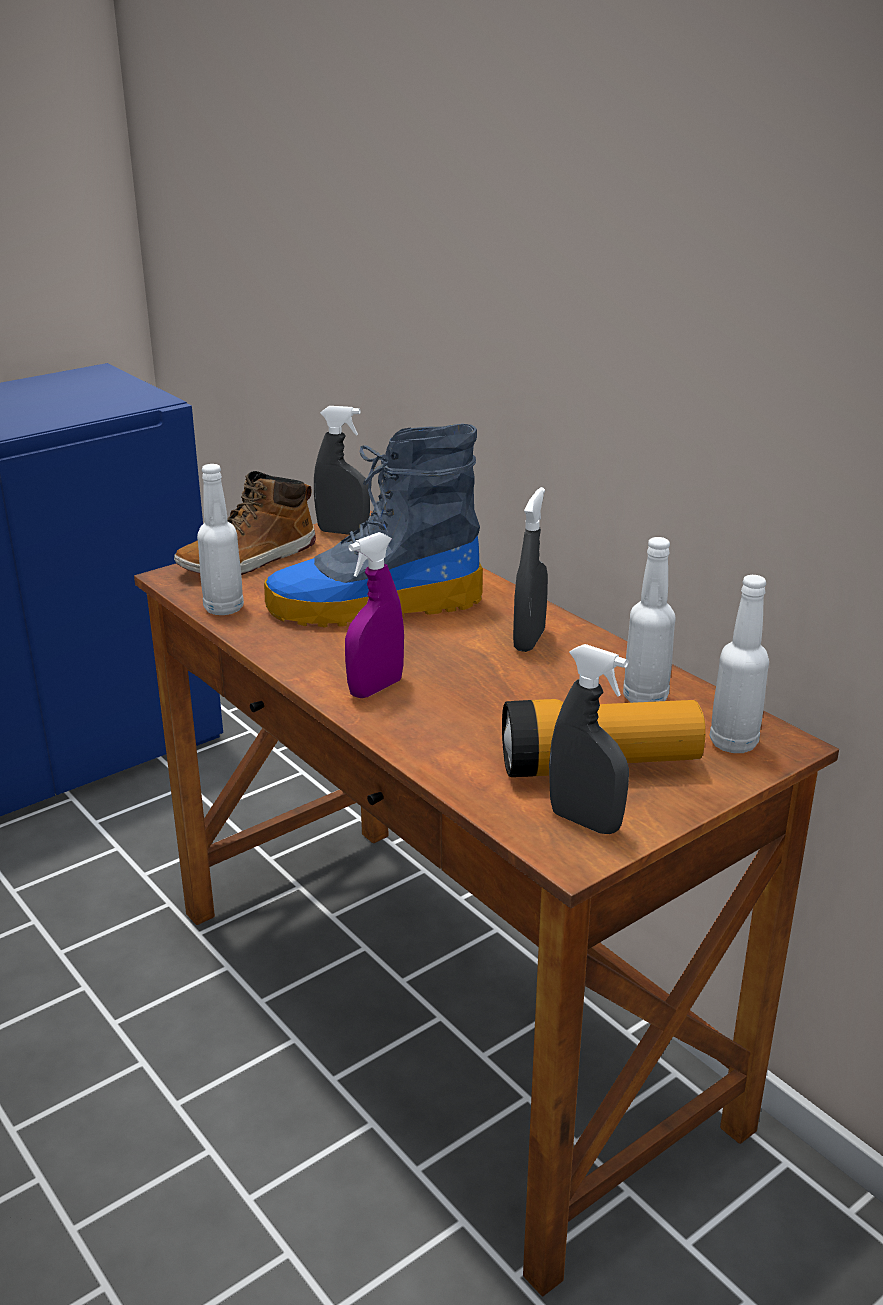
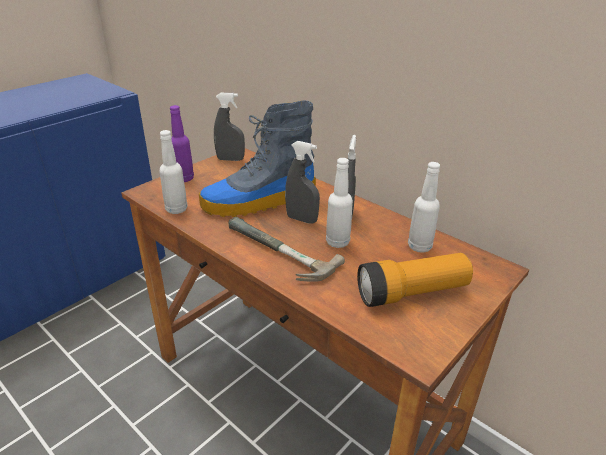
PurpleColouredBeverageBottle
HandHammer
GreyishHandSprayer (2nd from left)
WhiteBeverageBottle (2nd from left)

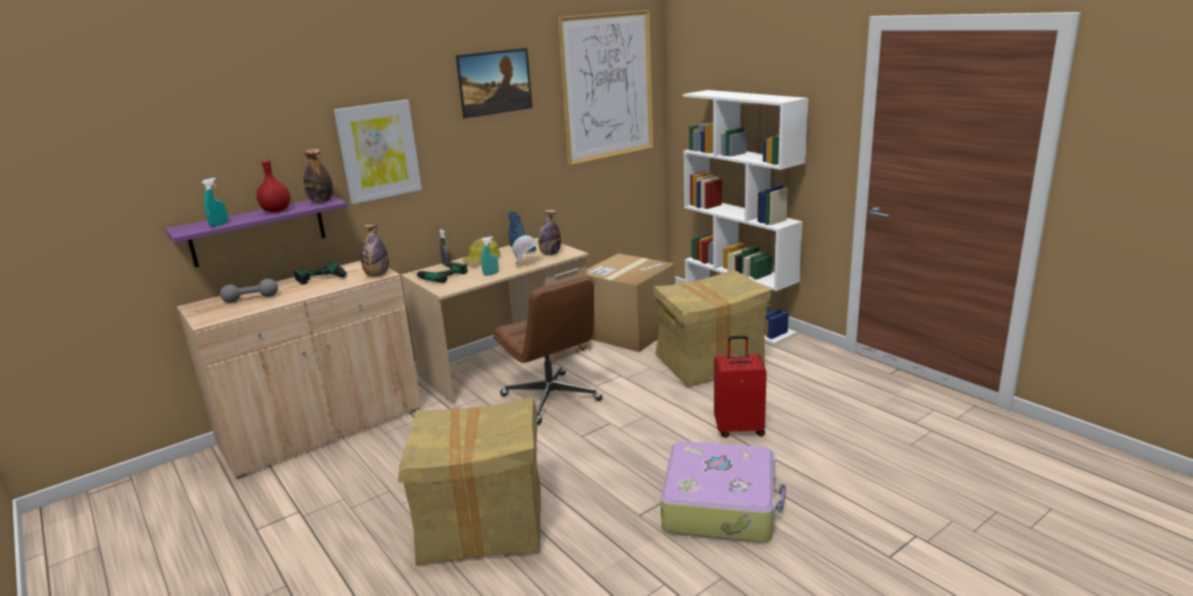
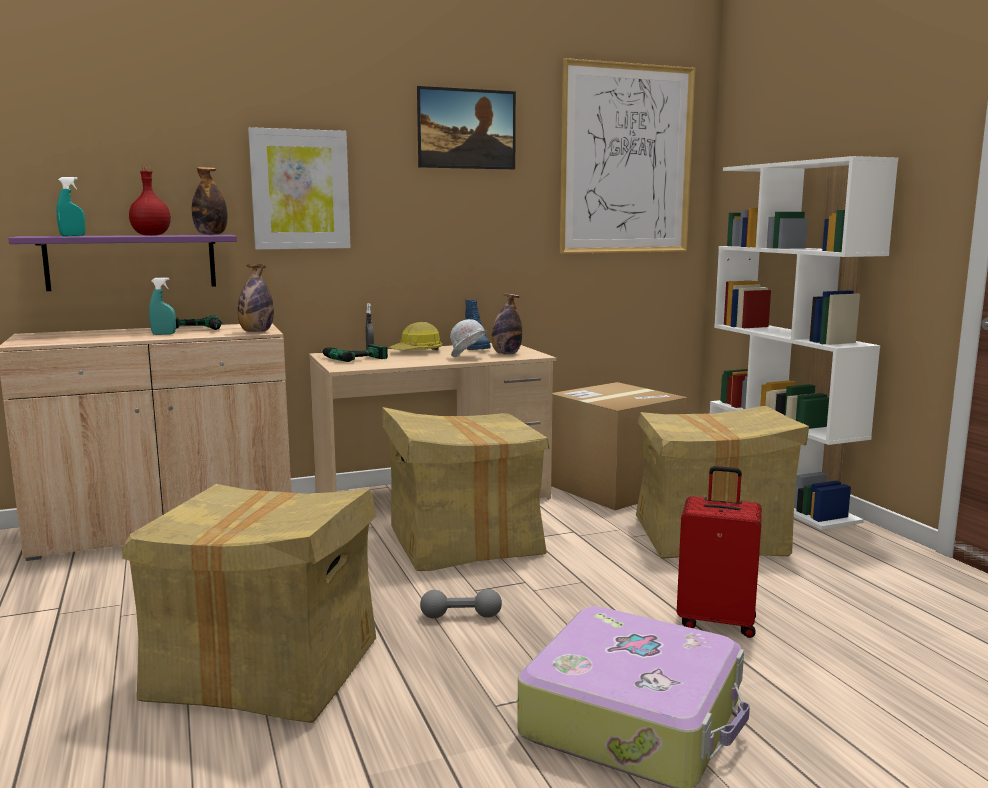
TurquoiseColouredHandSprayer (2nd from left)
CardboardBox (2nd from left)
GreyishHandWeight

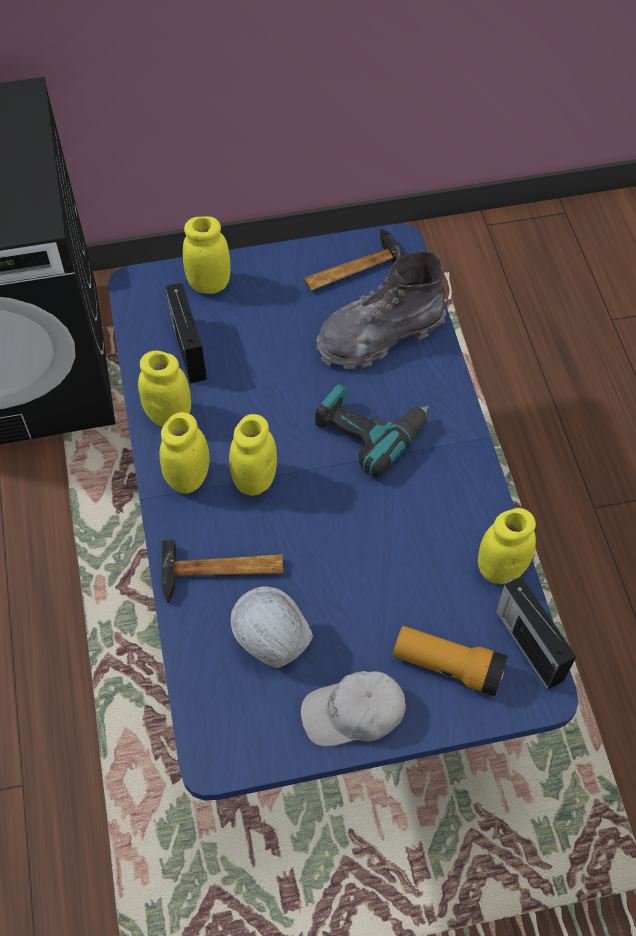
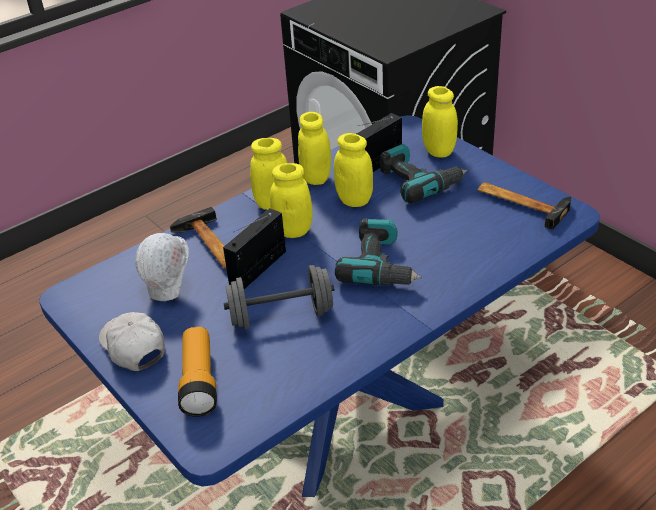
RadioSet (1st from left)
GreyishHandWeight
YellowishJar (4th from left)
PowerDrill (2nd from left)
GreyishTallBoot

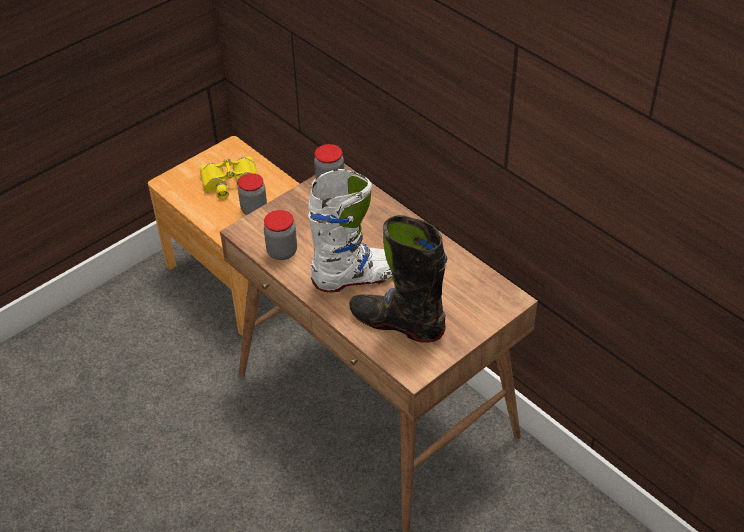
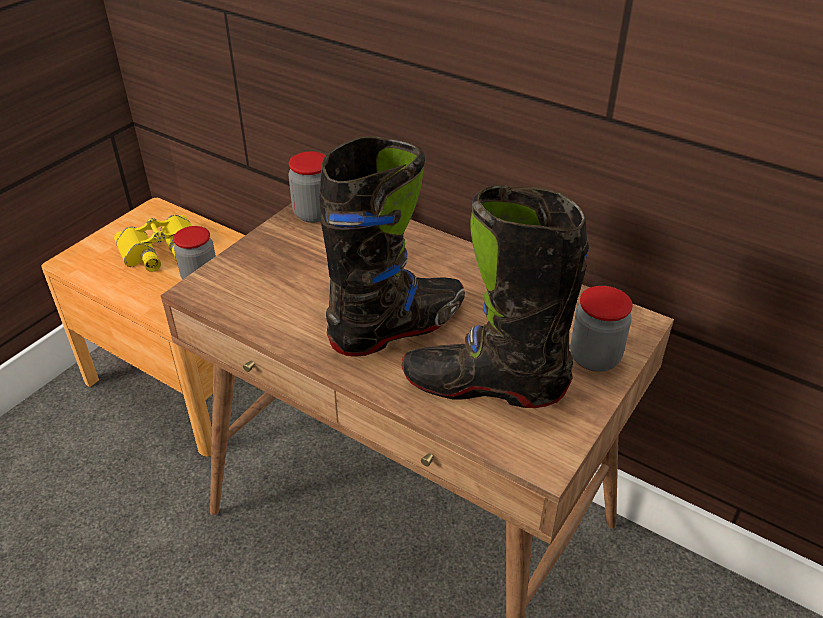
BlackColouredTallBoot (1st from left)
Jar (3rd from left)

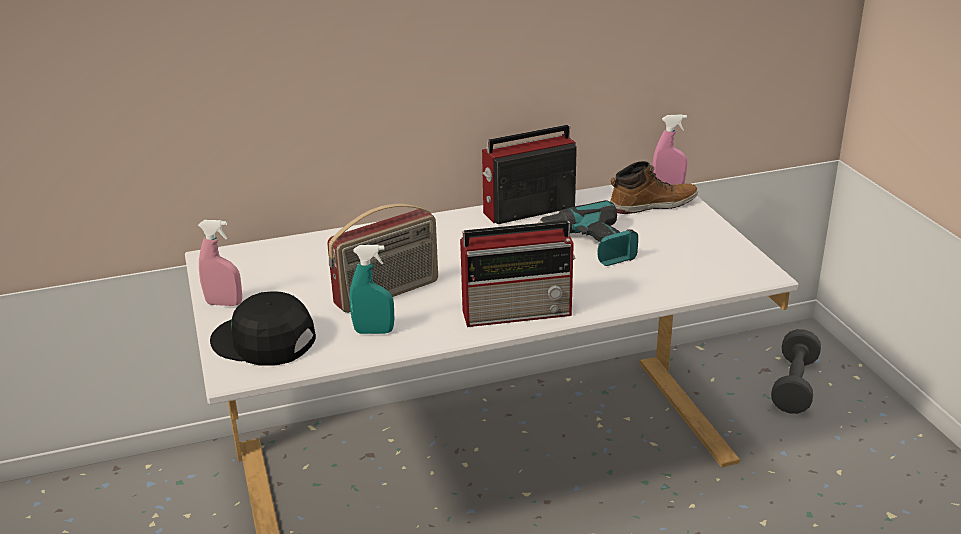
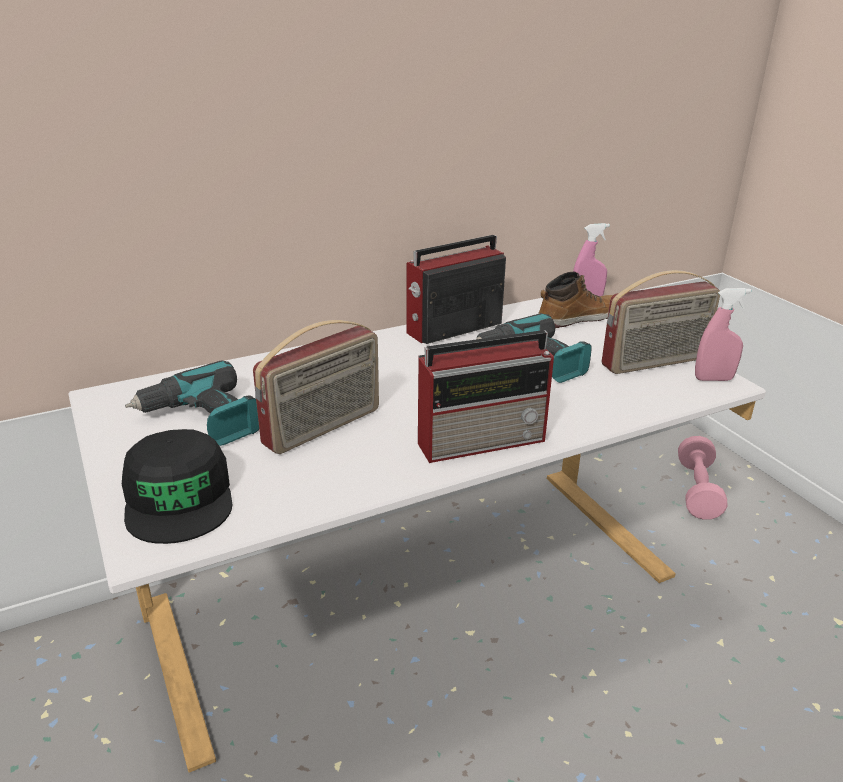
BlackColouredCap
PowerDrill (1st from left)
RadioSet (4th from left)
PinkHandWeight
PinkHandSprayer (2nd from left)
TurquoiseColouredHandSprayer

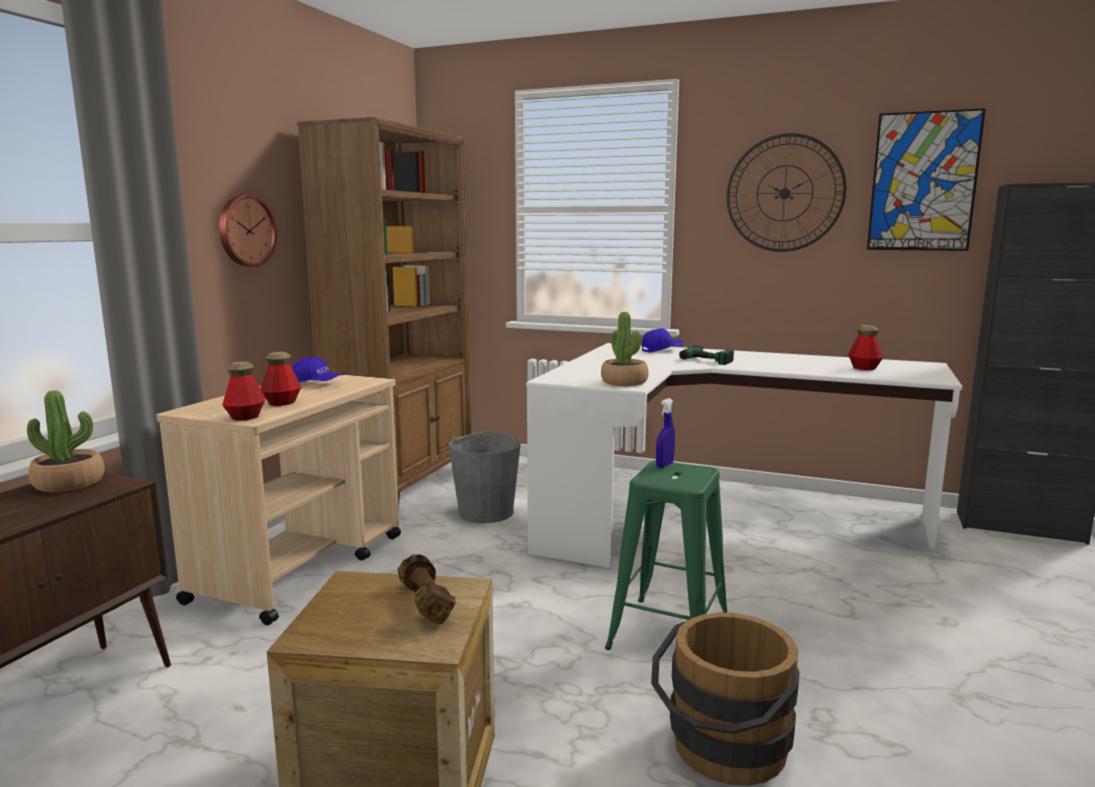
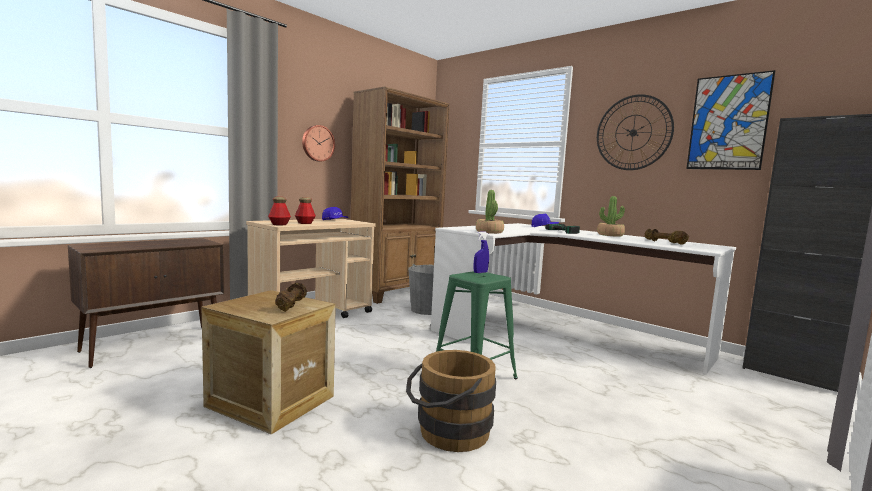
PlantInAPot (2nd from left)
BrownColouredHandWeight (2nd from left)

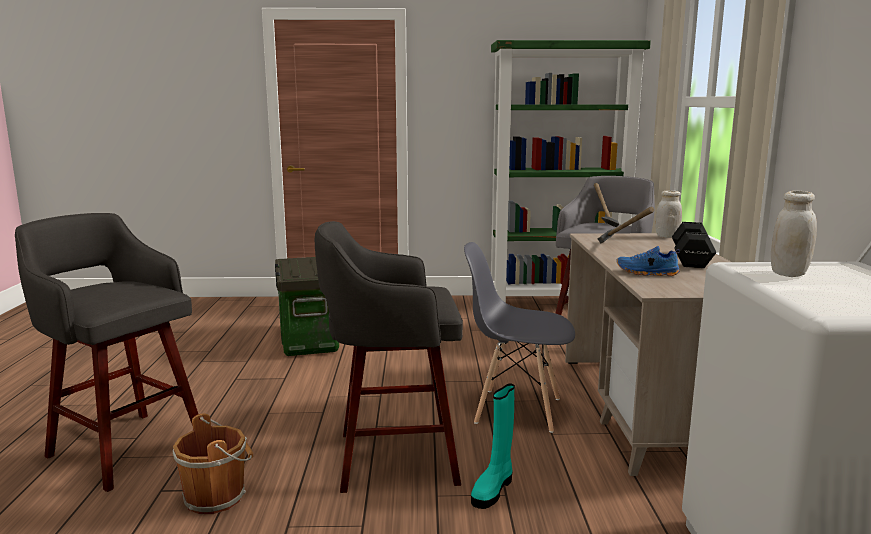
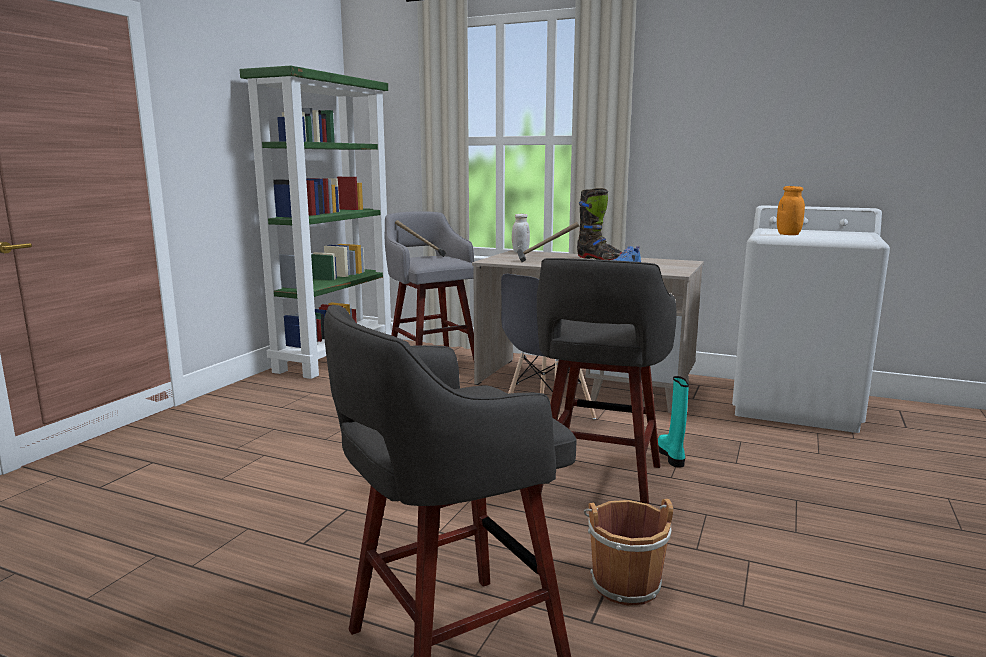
BlackColouredTallBoot
TurquoiseColouredTallBoot
OrangeyJar
StorageBox

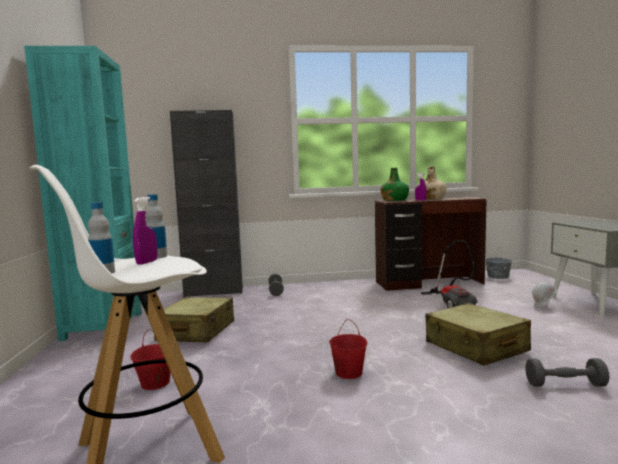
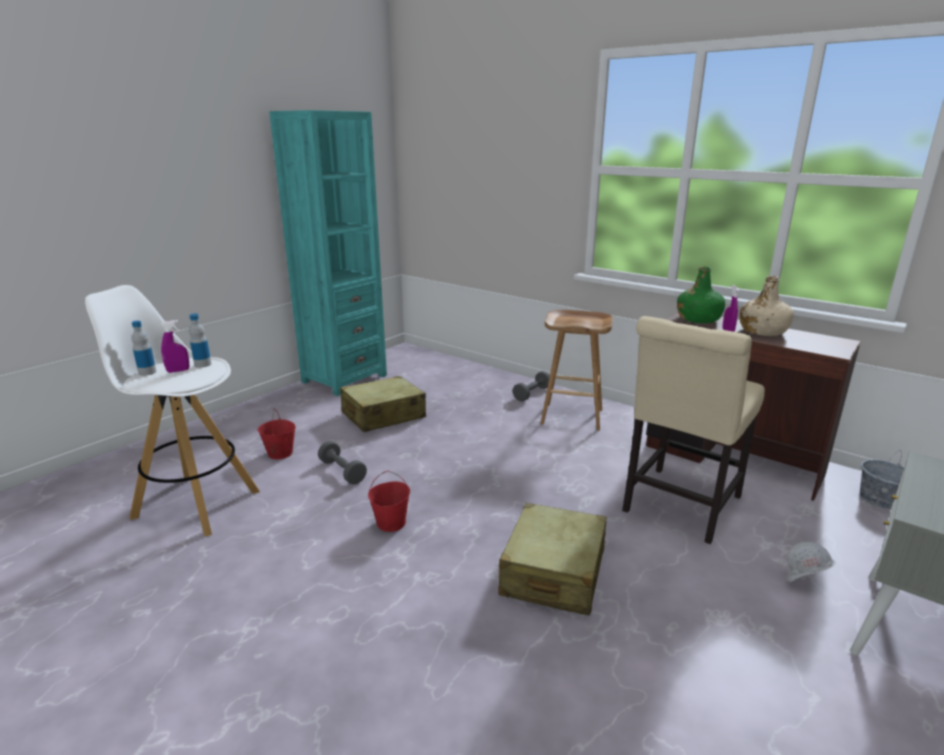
GreyishHandWeight (1st from left)
BrownColouredSittingStool
BeigeColouredPlainChair
BlackColouredCabinet

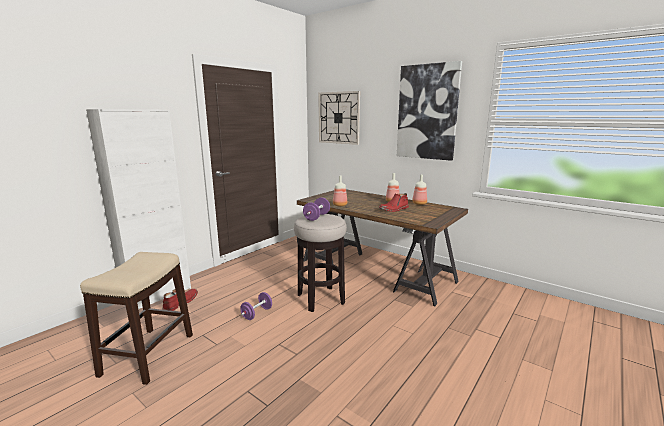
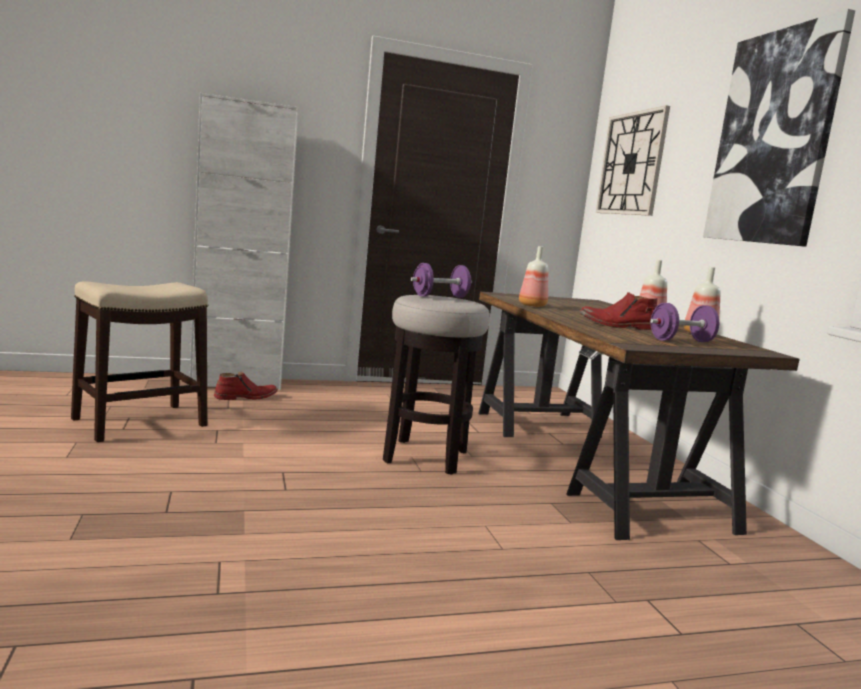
PurpleColouredHandWeight (2nd from left)

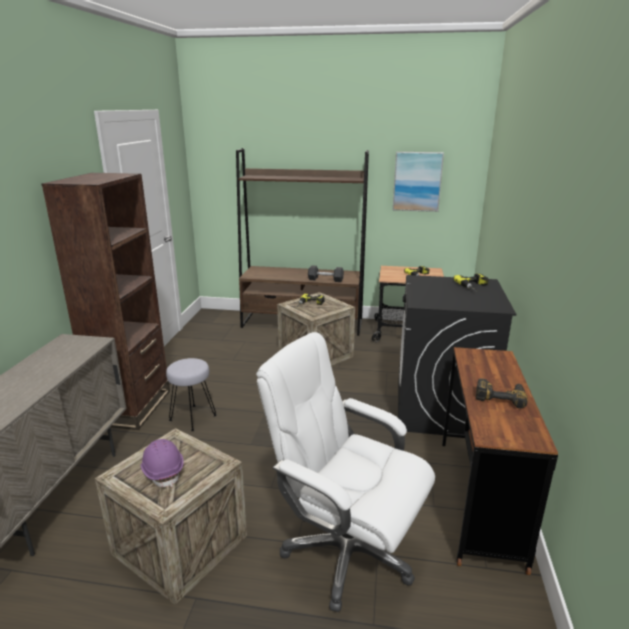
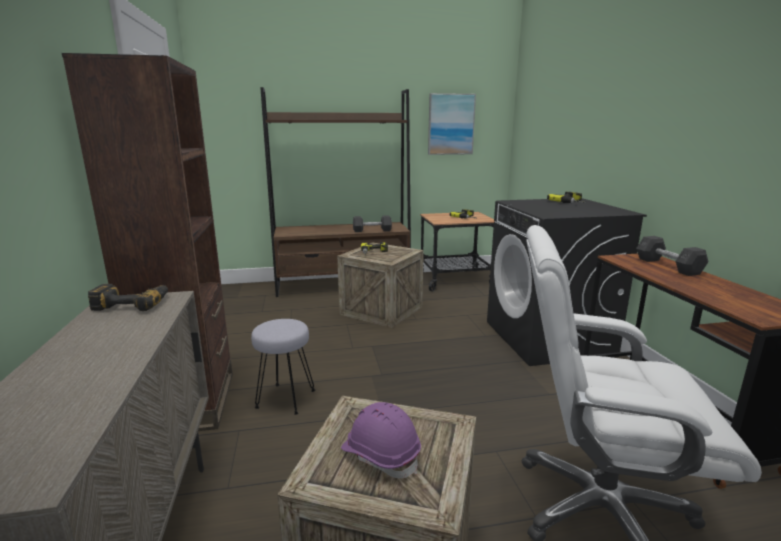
PowerDrill (1st from left)
GreyishHandWeight (2nd from left)

